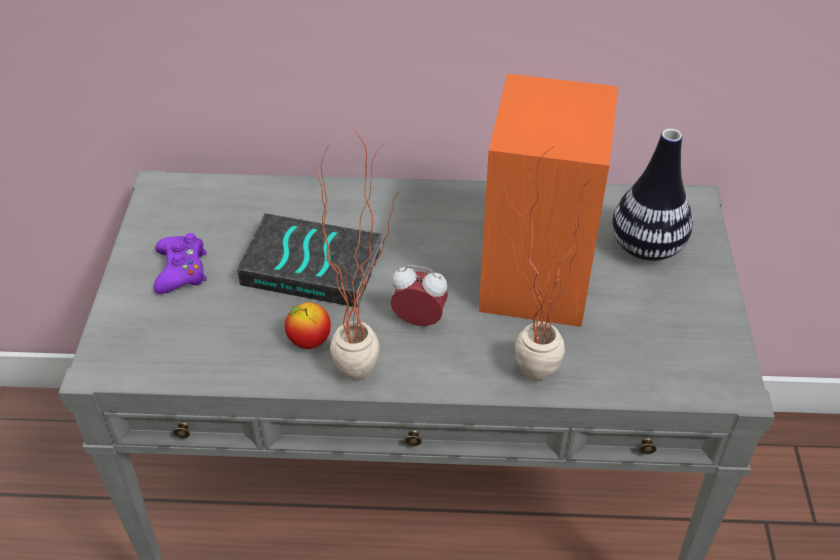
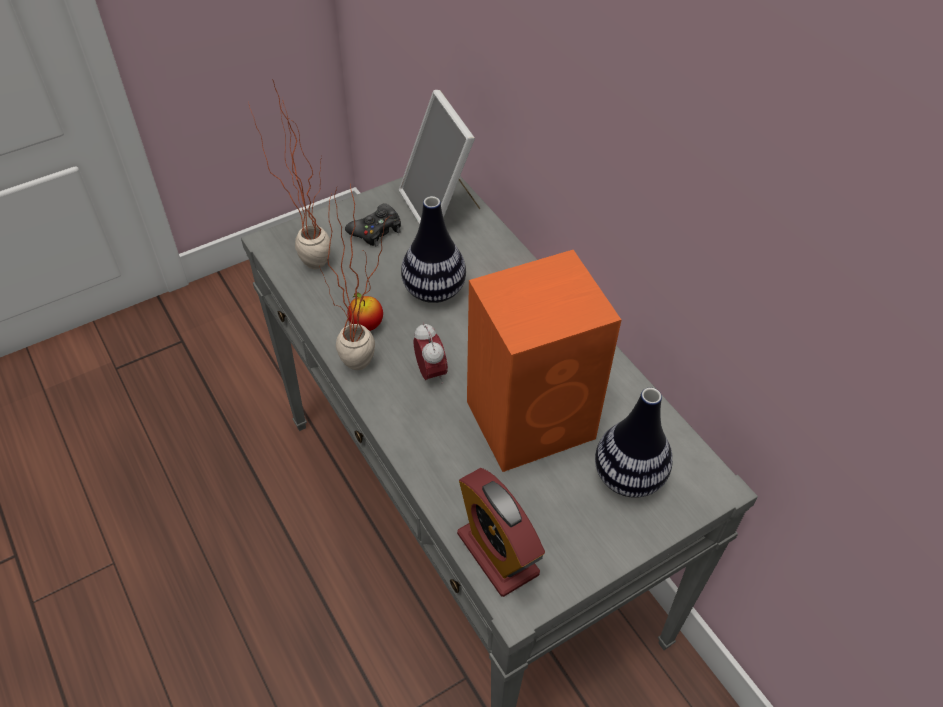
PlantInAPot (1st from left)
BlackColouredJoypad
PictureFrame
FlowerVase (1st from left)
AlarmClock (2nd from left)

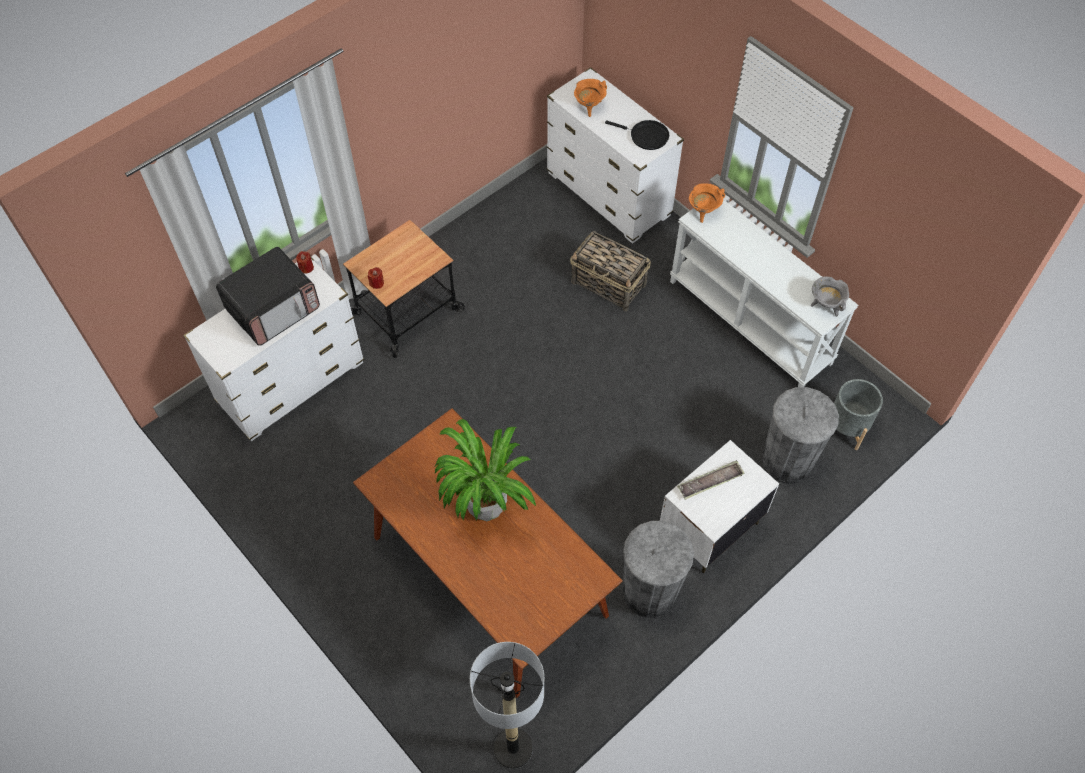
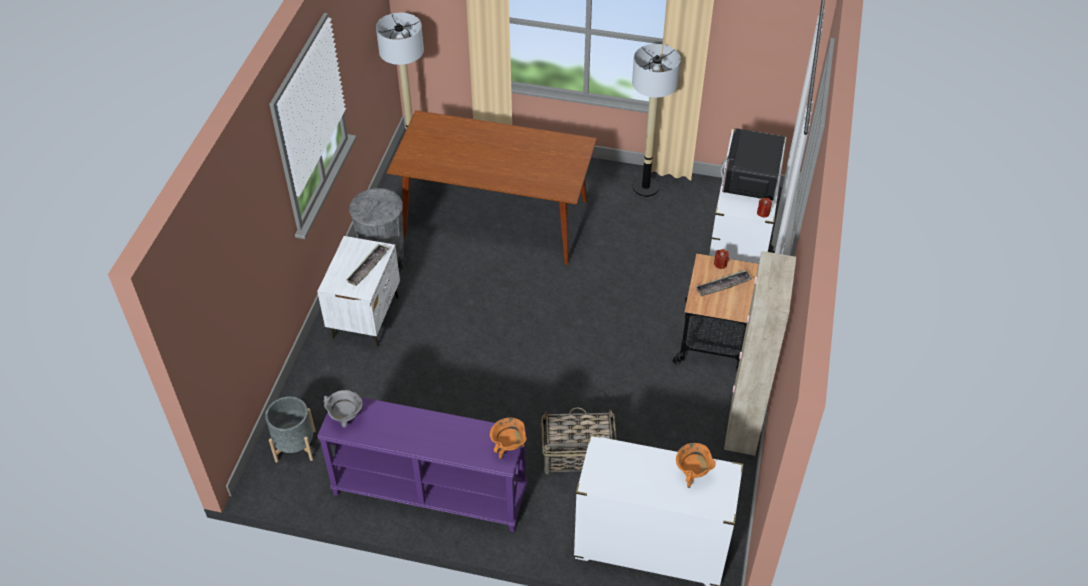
PurpleColouredNarrowTable
StandardLamp (2nd from left)
Tray (2nd from left)
BeigeColouredCabinet
PlantInAPot
BlackColouredFryingPan
GreyishWasteBin (2nd from left in the first image)

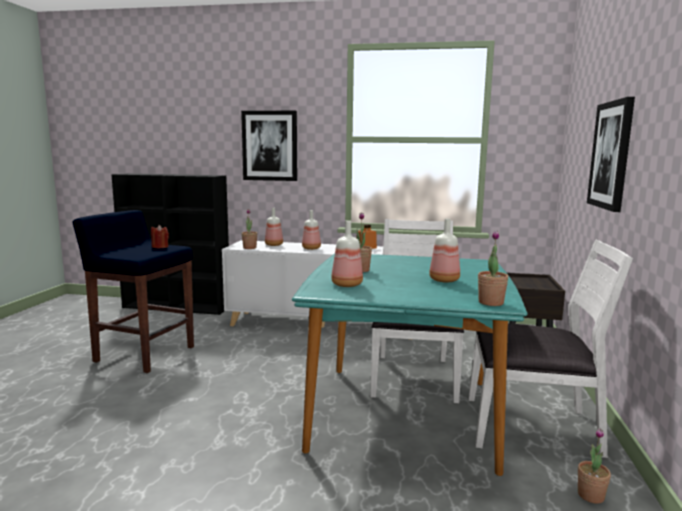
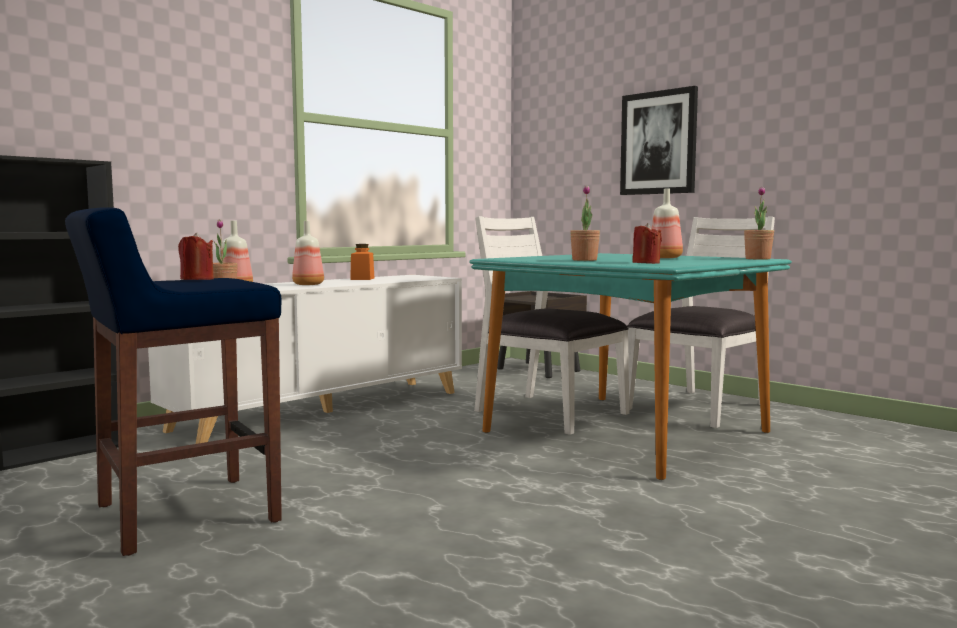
RedWaxLight (2nd from left)
WallArt (1st from left in the first image)
PlantInAPot (4th from left in the first image)

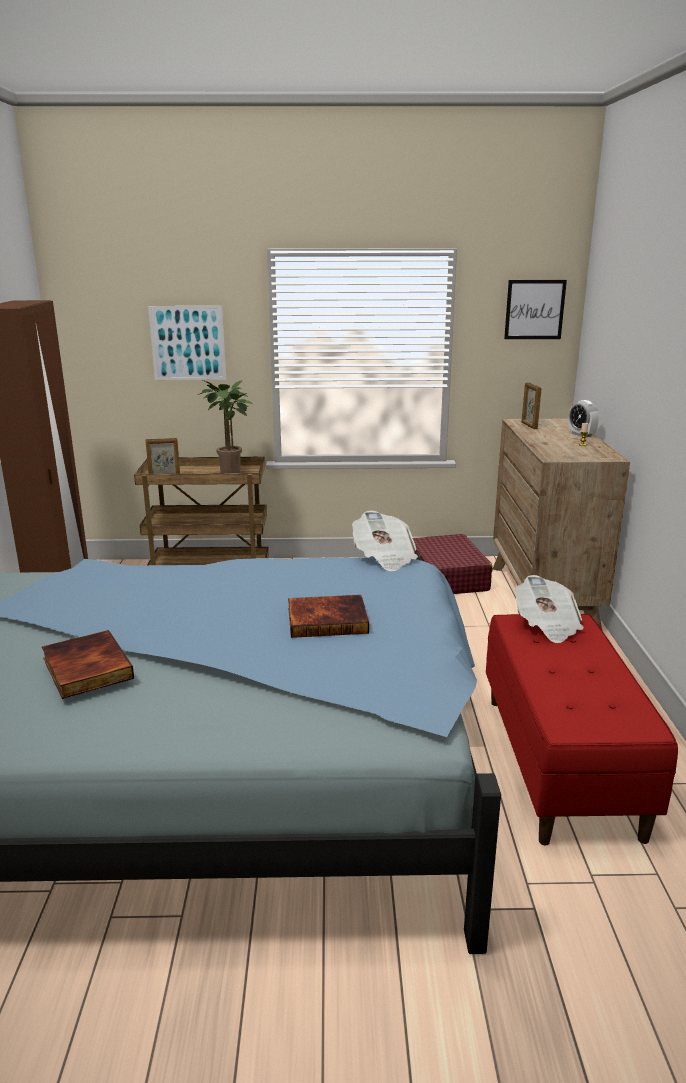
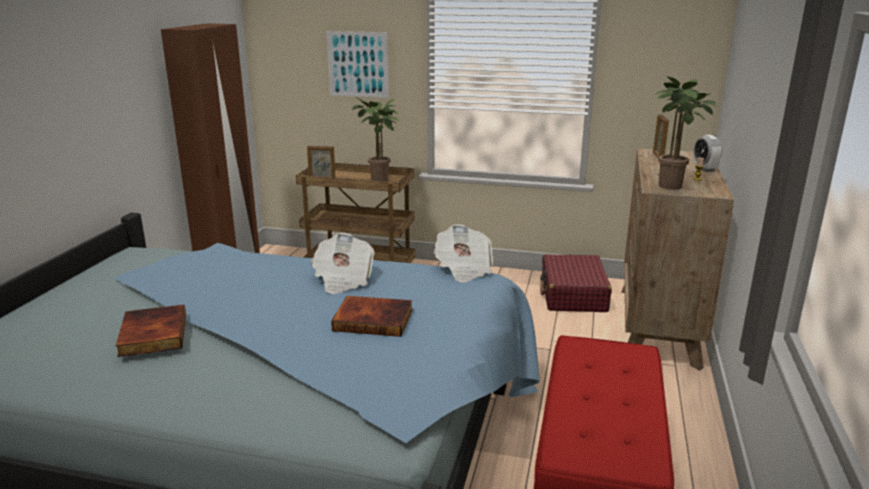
PrintedPaper (1st from left)
PlantInAPot (2nd from left)
WallArt (2nd from left in the first image)

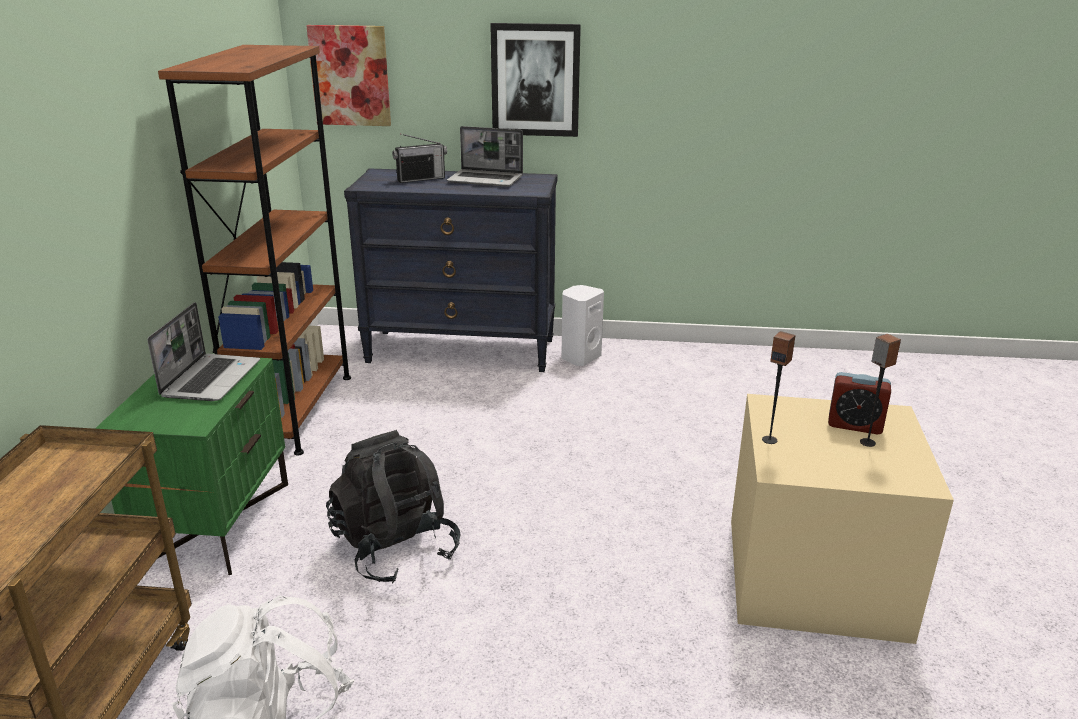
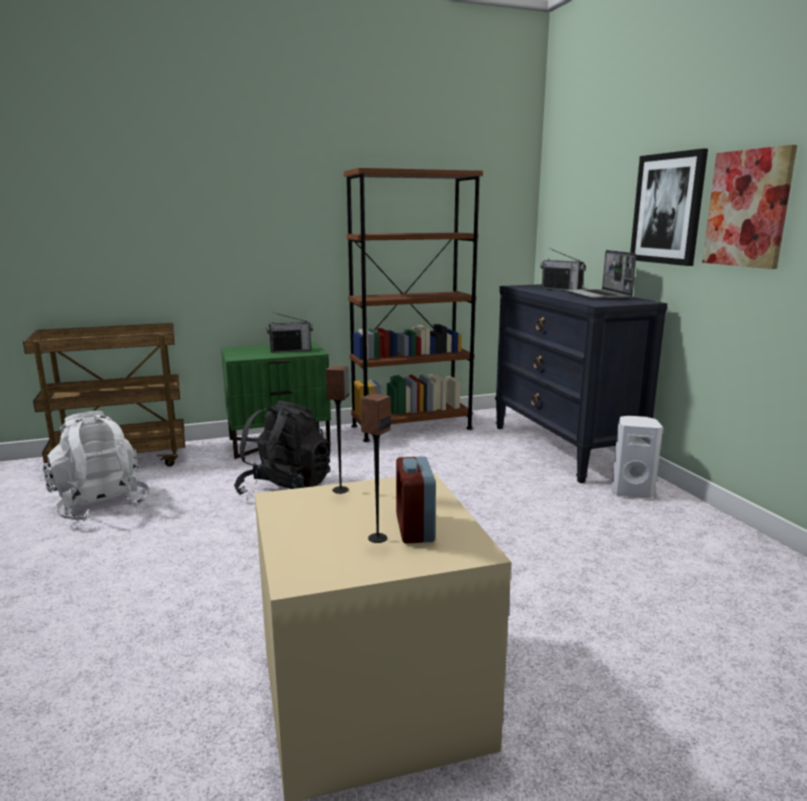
RadioSet (1st from left)
WallArt (2nd from left)

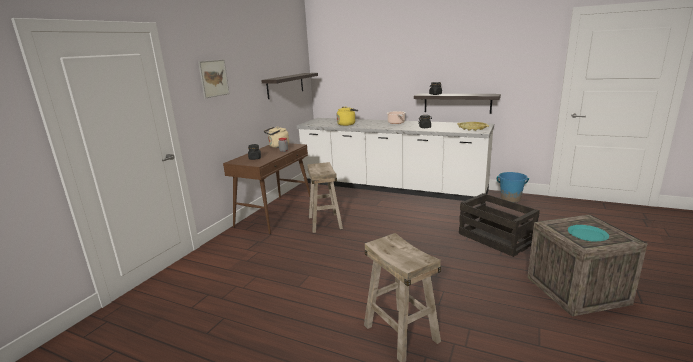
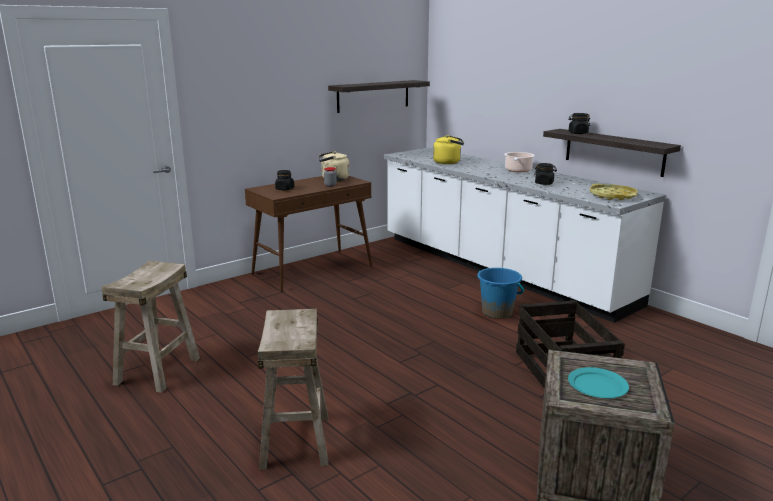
BeigeColouredSittingStool (1st from left)
BluishBucket
WallArt

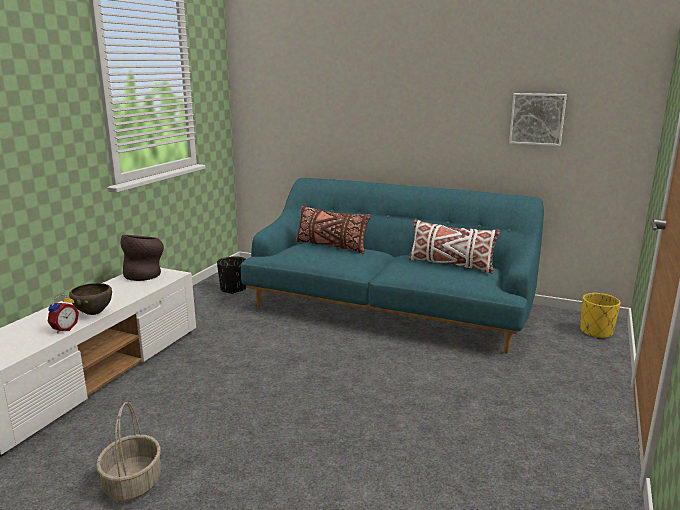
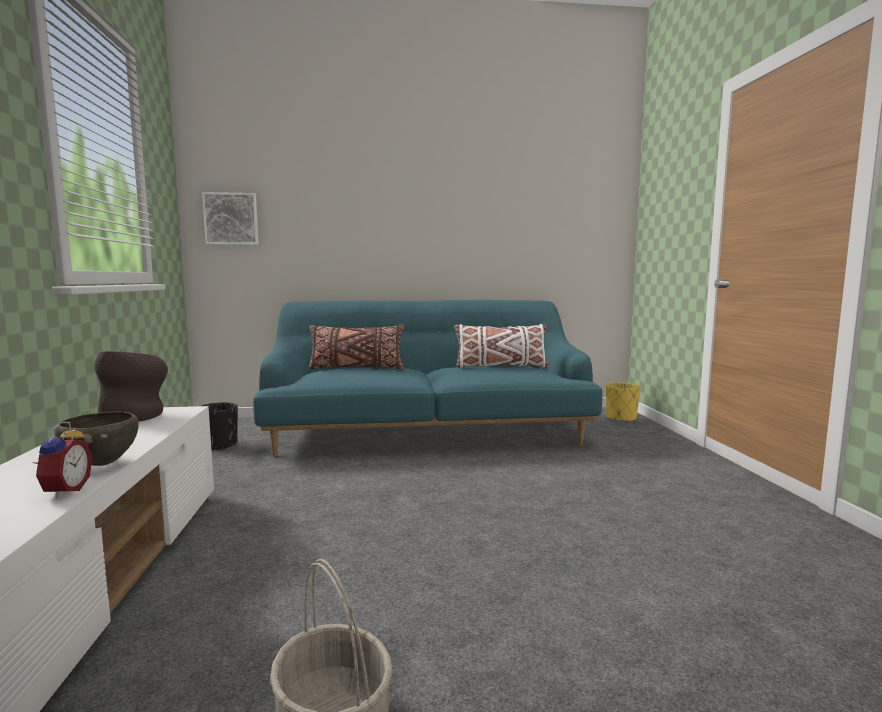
WallArt

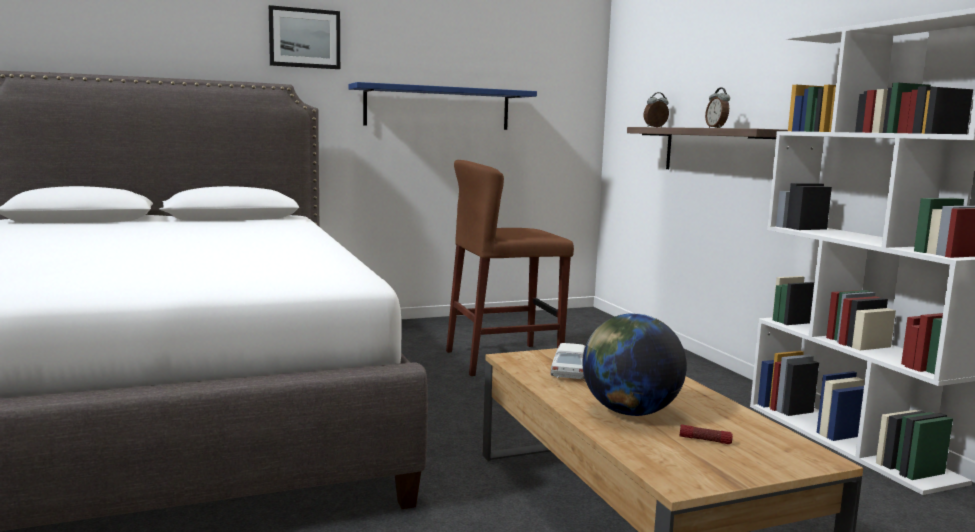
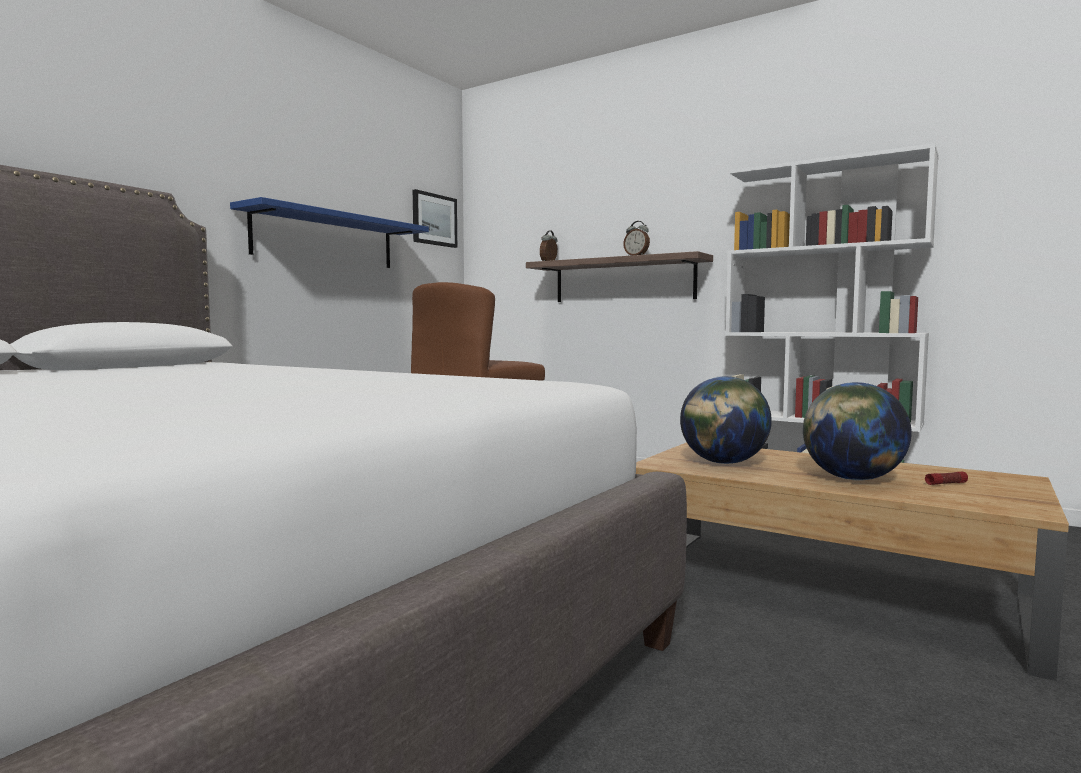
WallArt
WorldGlobe (1st from left)

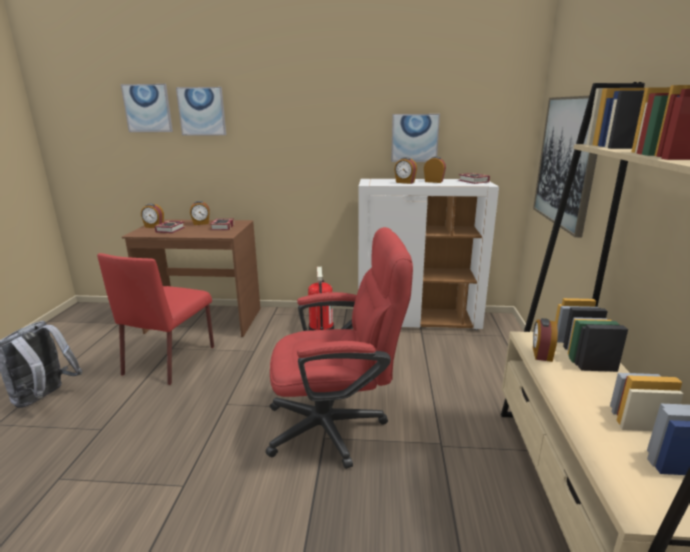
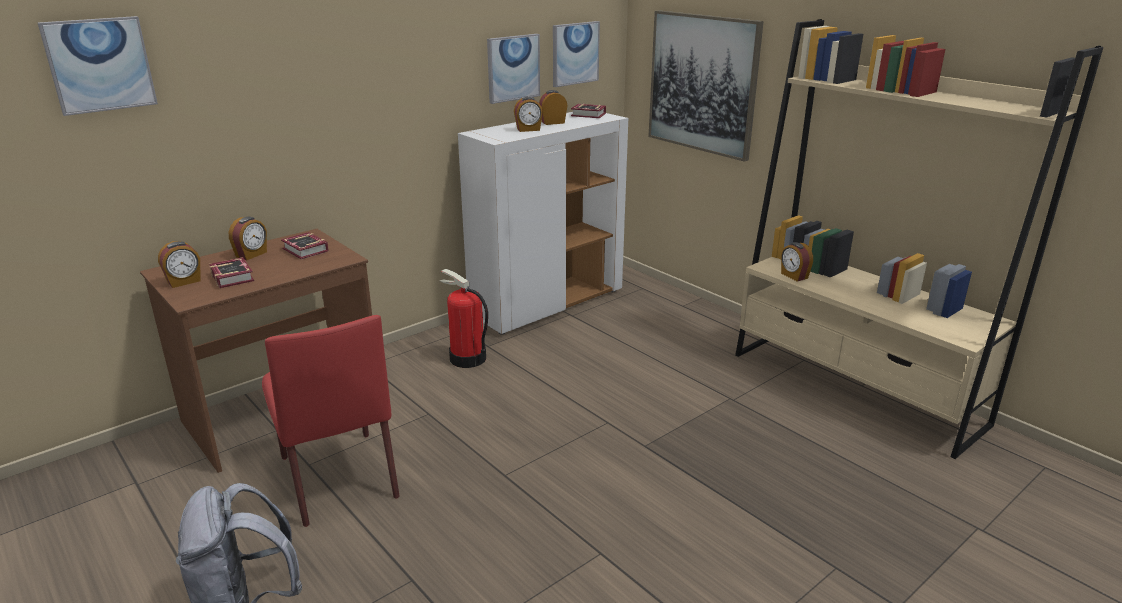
WallArt (3rd from left)
RedDeskChair

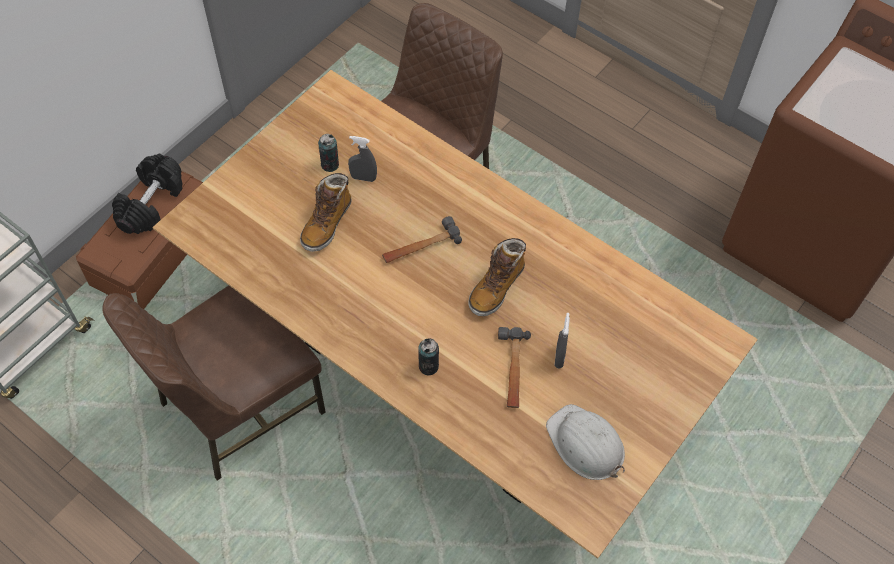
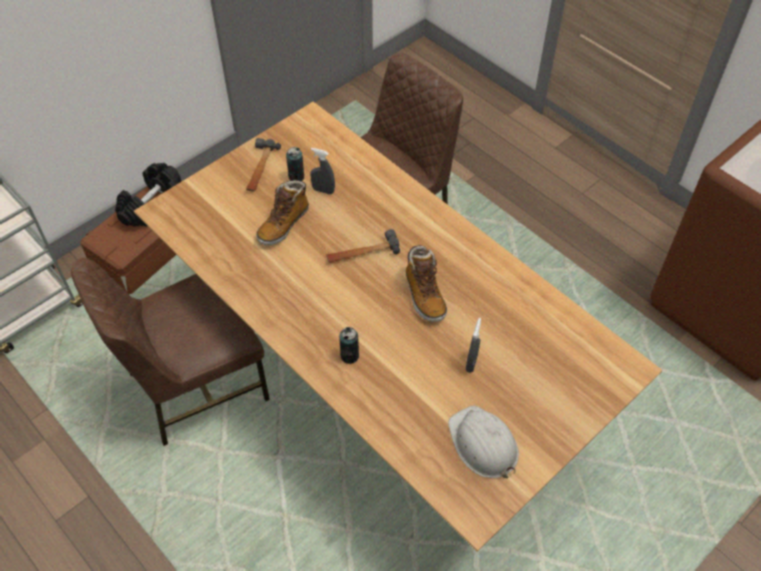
HandHammer (1st from left)
TallBoot (2nd from left)

